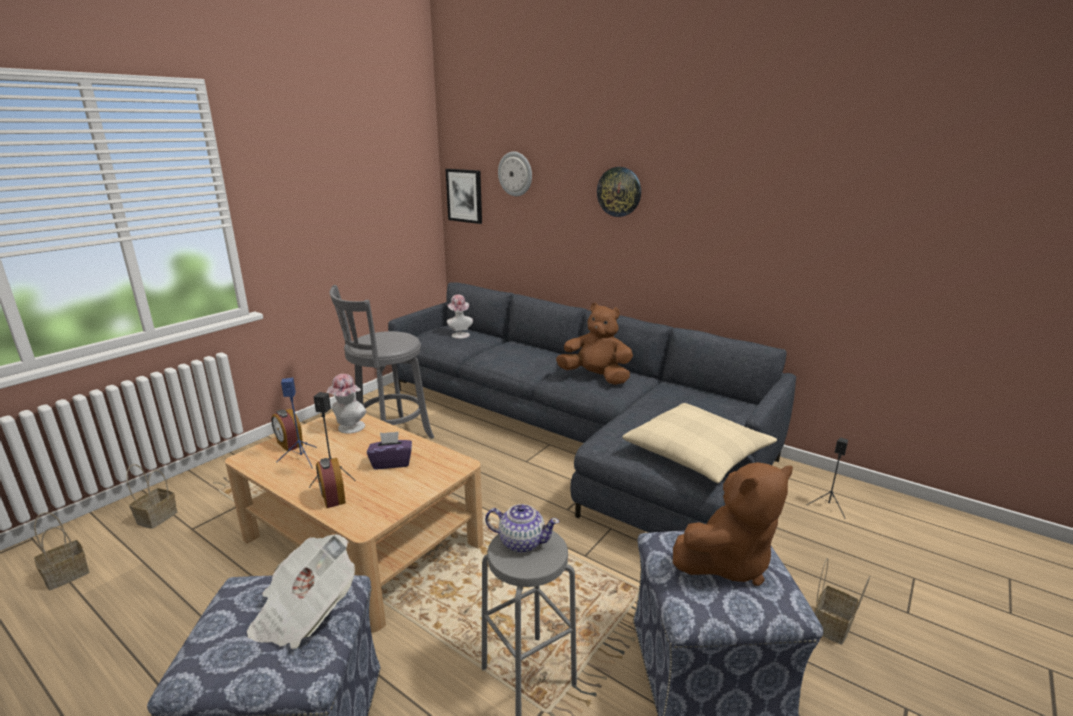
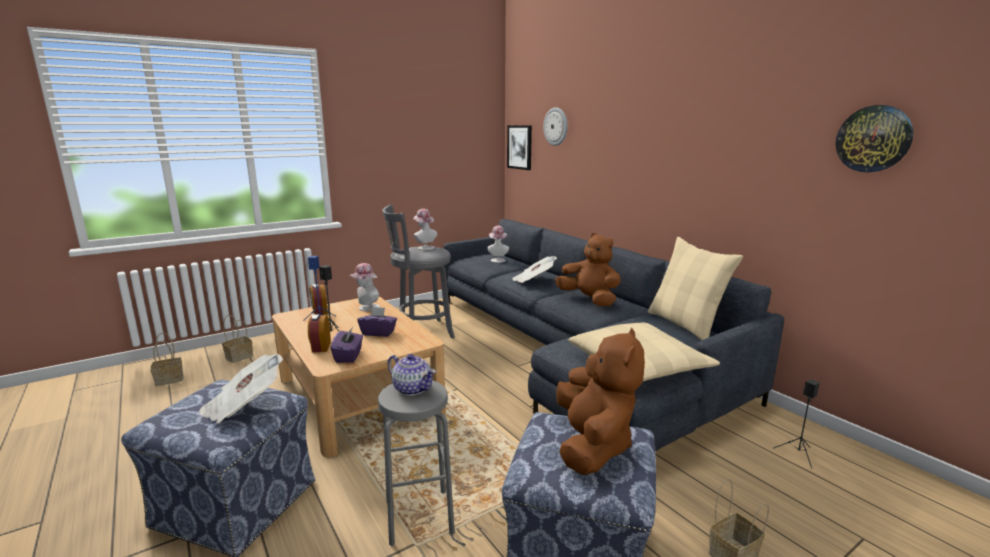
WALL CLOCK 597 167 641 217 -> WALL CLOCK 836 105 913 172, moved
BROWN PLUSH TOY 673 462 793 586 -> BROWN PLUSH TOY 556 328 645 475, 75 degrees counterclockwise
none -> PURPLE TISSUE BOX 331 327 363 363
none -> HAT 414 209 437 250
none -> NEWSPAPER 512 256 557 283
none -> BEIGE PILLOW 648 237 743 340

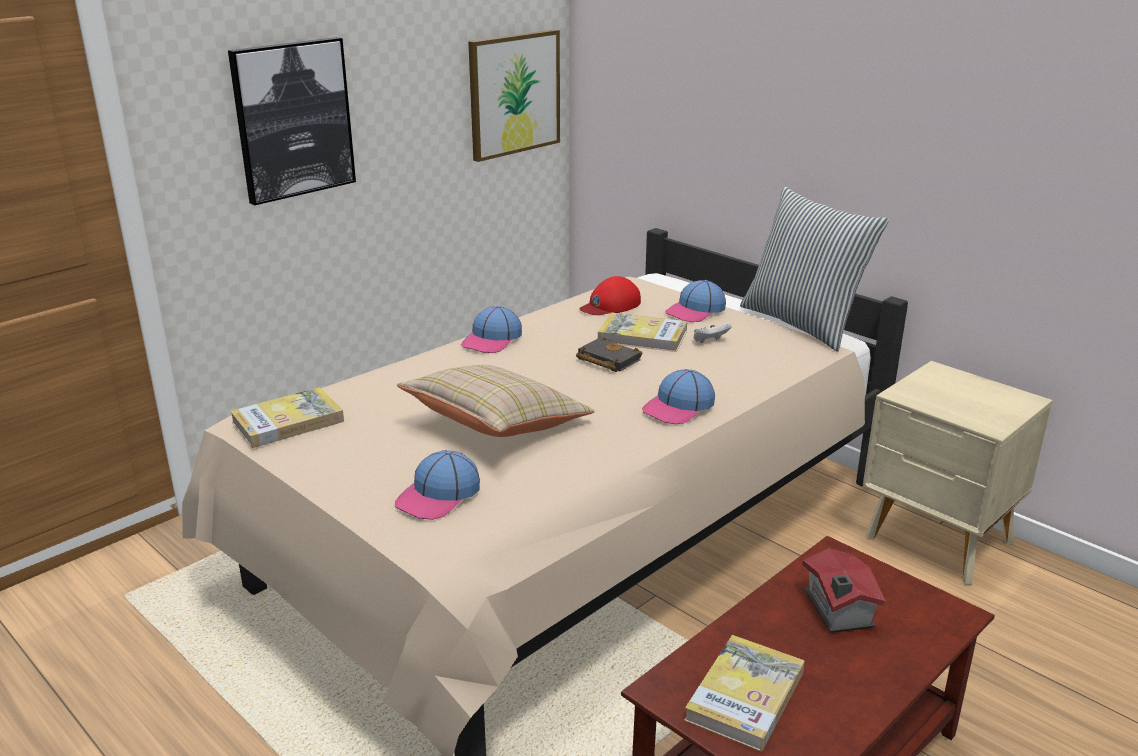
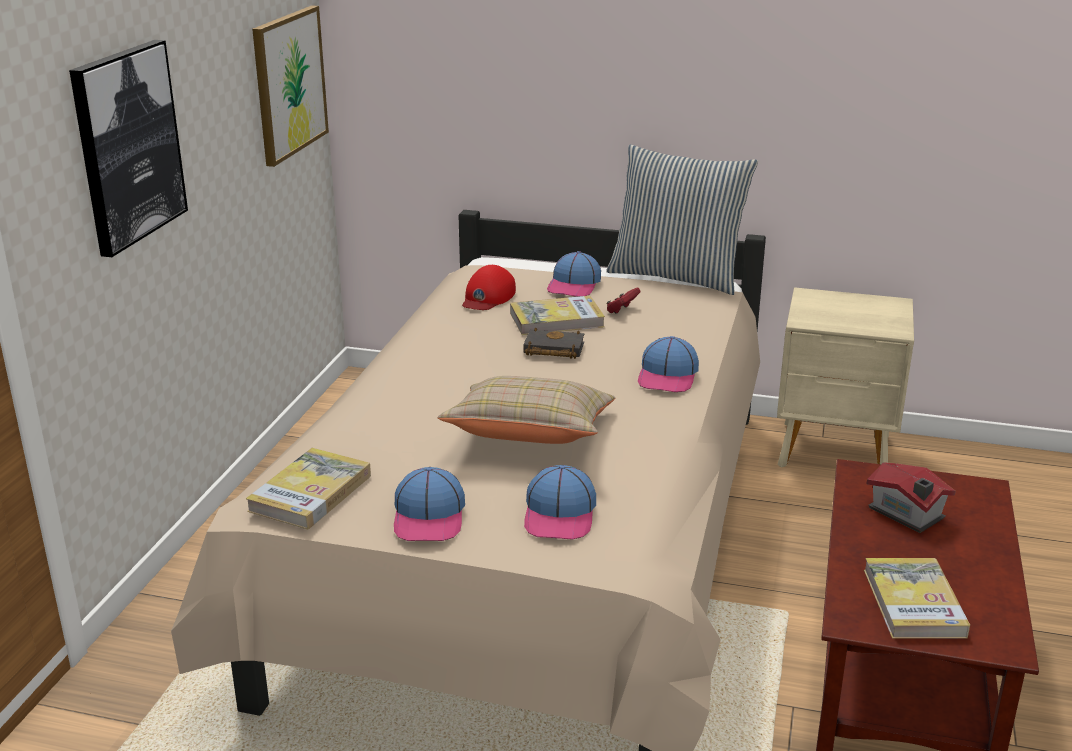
CAP 461 306 522 353 -> CAP 394 467 465 541, moved
WHITE GAME CONTROLLER 694 322 731 343 -> RED GAME CONTROLLER 607 287 640 314

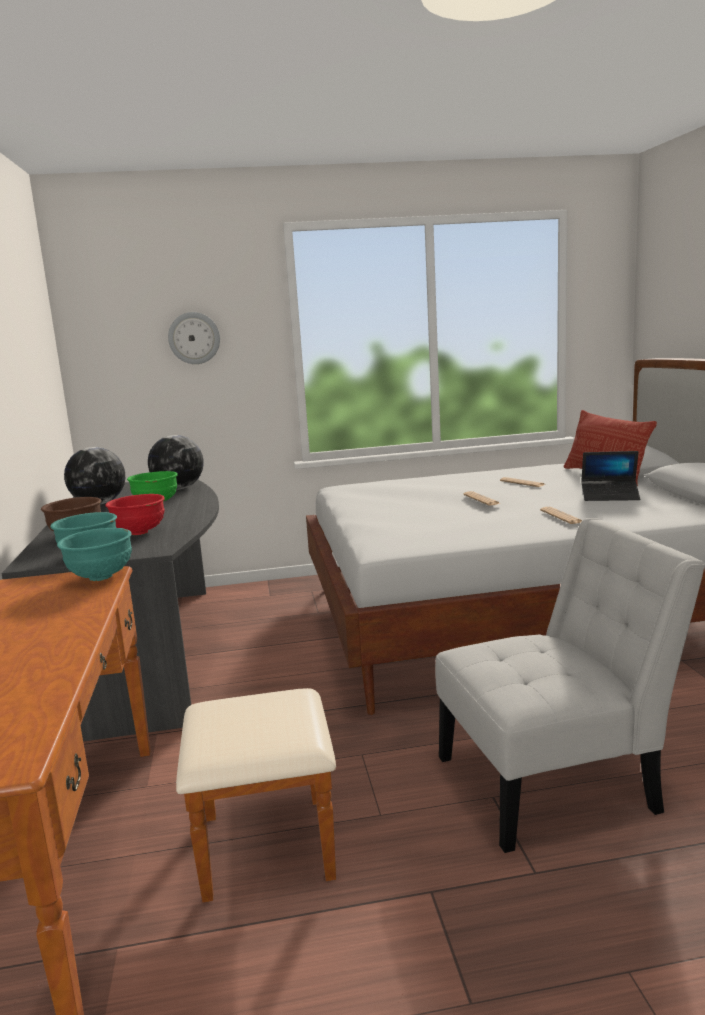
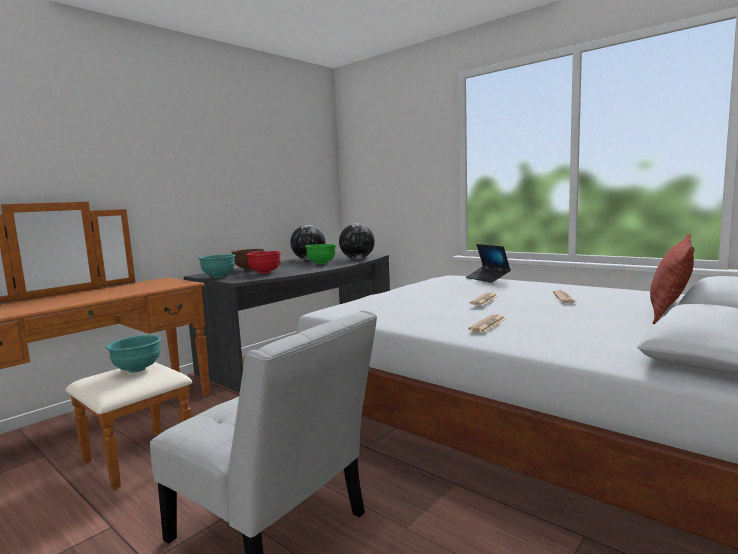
TURQUOISE BOWL 57 528 132 581 -> TURQUOISE BOWL 106 335 161 373, moved
WALL CLOCK 168 312 220 364 -> none
LAPTOP 581 451 640 501 -> LAPTOP 466 244 511 283, moved

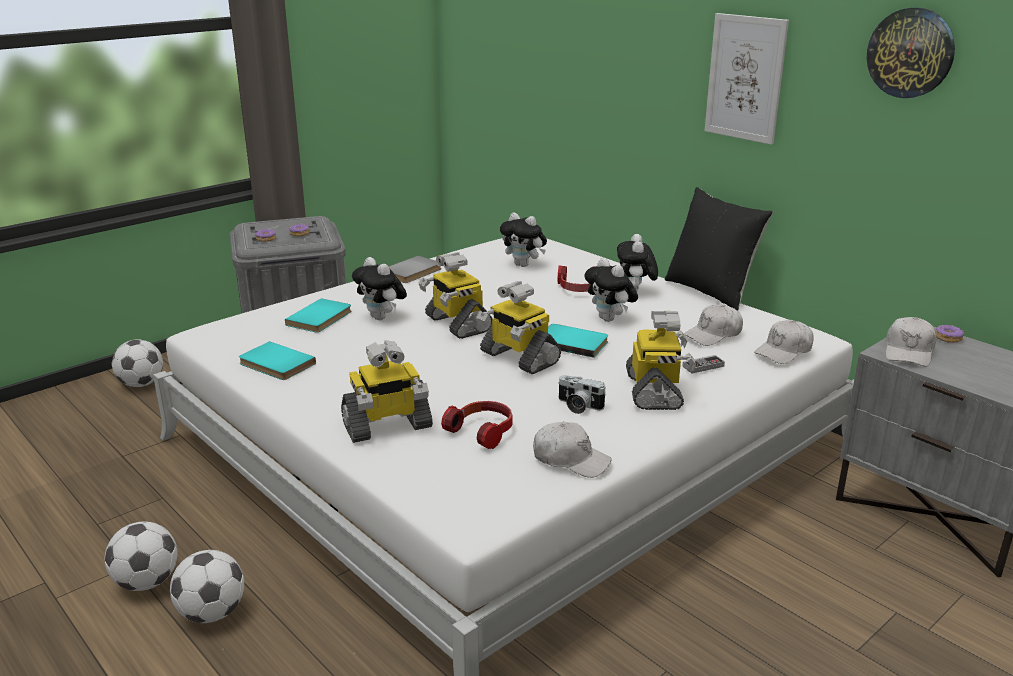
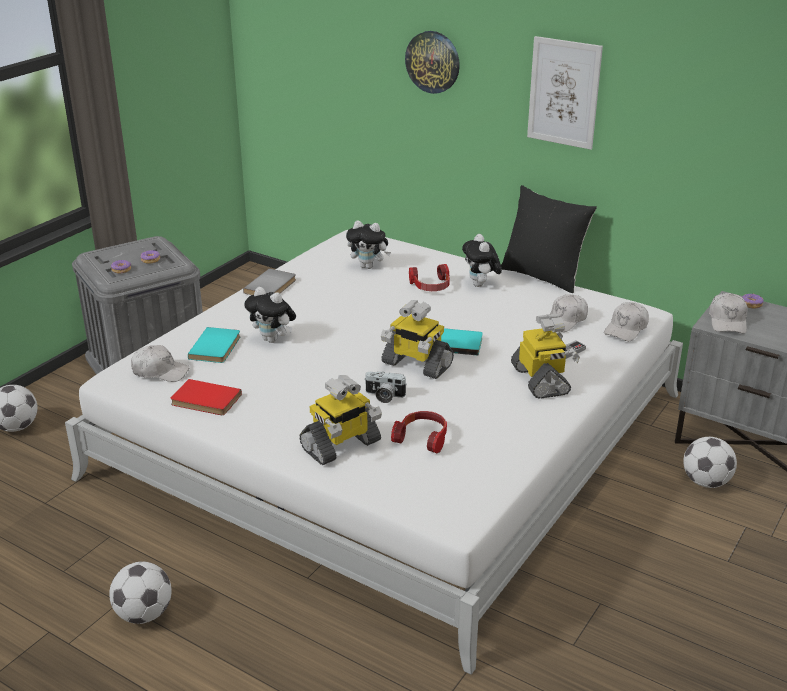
FOOTBALL 170 550 244 623 -> FOOTBALL 683 437 737 488, moved
TURQUOISE BOOK 239 341 316 380 -> RED BOOK 171 379 242 415
TOY ROBOT 418 253 493 339 -> none
WHITE CAP 533 422 612 478 -> WHITE CAP 131 345 190 382, moved
PHOTO CAMERA 558 375 606 414 -> PHOTO CAMERA 364 372 406 403, moved
PLUSH TOY 584 258 638 322 -> none
WALL CLOCK 867 7 955 98 -> WALL CLOCK 405 31 460 94, moved

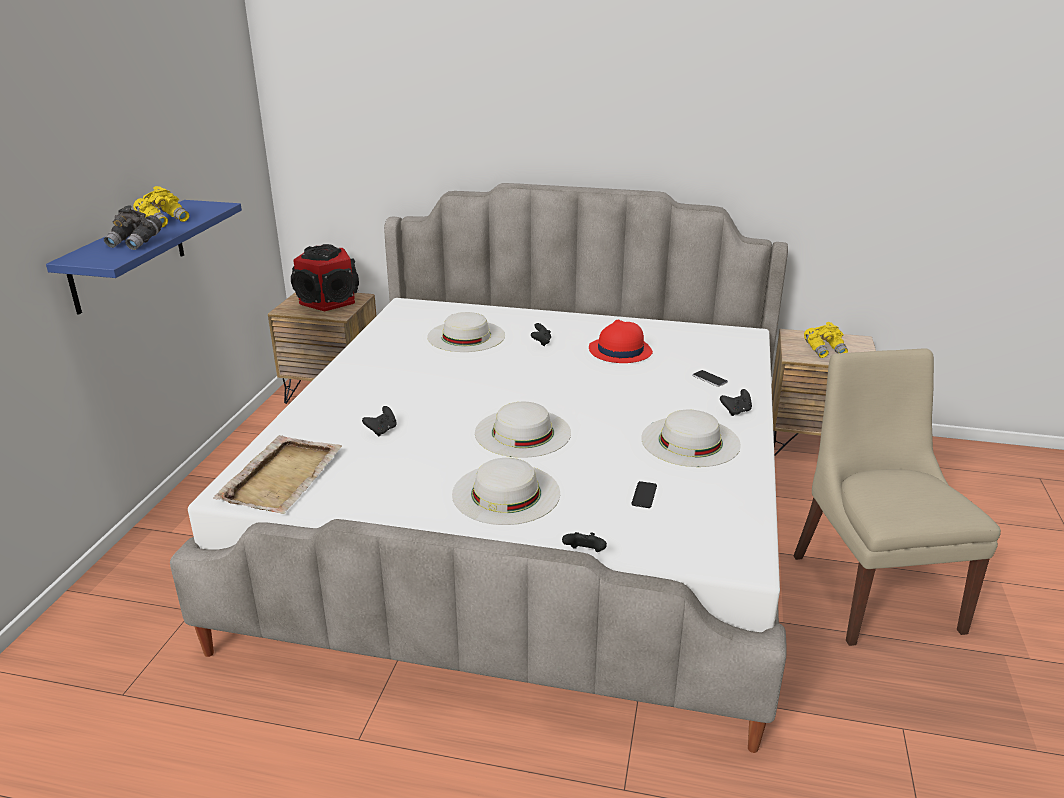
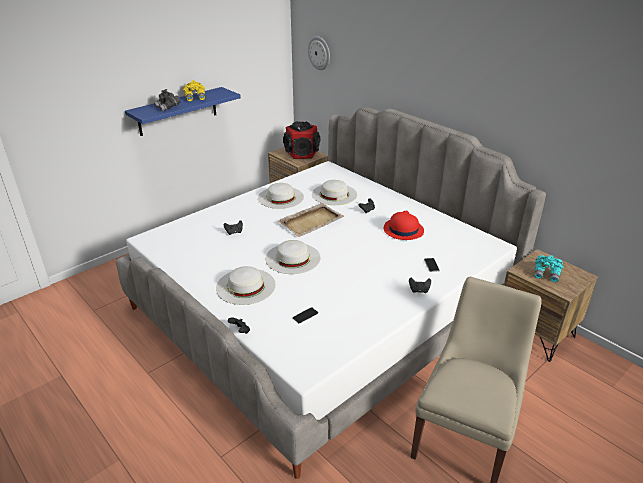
BEIGE TRAY 213 435 342 514 -> BEIGE TRAY 278 203 344 237, moved
WHITE HAT 641 410 741 467 -> WHITE HAT 258 183 304 209, moved
YELLOW BINOCULARS 804 322 848 358 -> TURQUOISE BINOCULARS 535 255 564 282
none -> WALL CLOCK 308 36 330 70

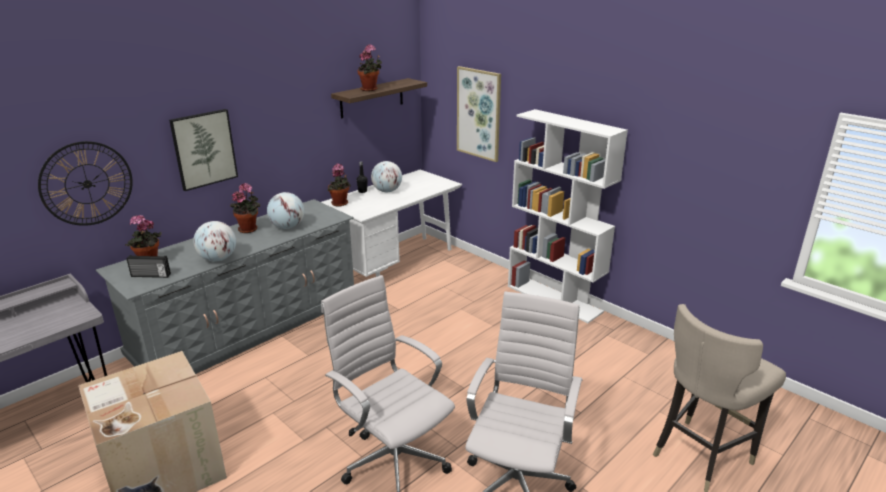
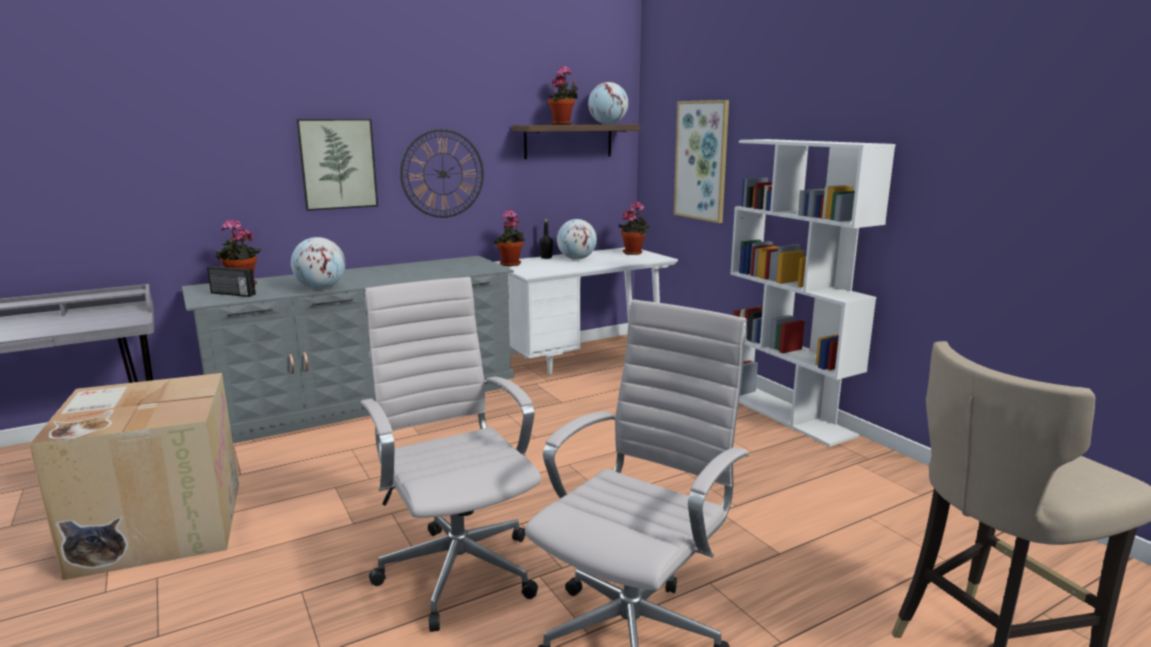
WALL CLOCK 38 141 133 226 -> WALL CLOCK 400 129 484 218, moved
POTTED PLANT 230 183 260 233 -> POTTED PLANT 618 201 649 255, moved
GLOBE 267 192 304 229 -> GLOBE 588 82 628 124, moved

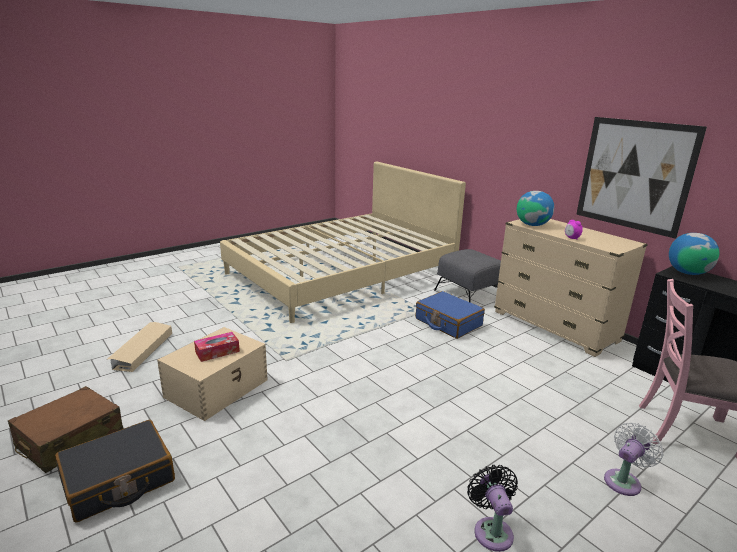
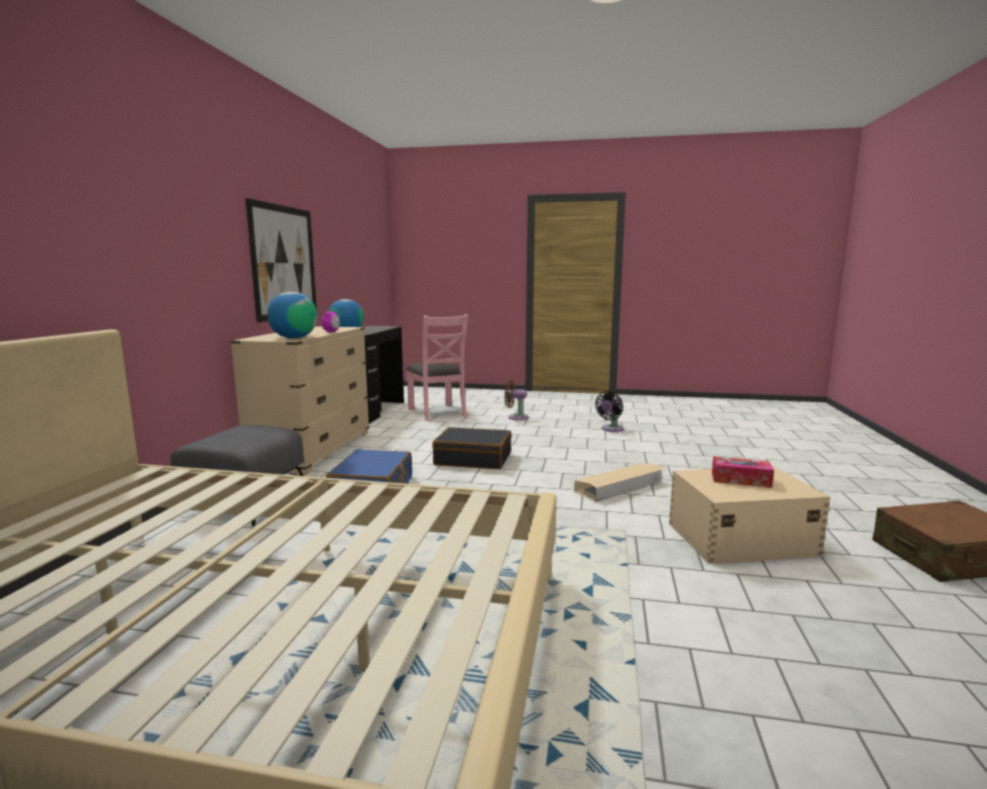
BLACK SUITCASE 55 420 175 522 -> BLACK SUITCASE 432 427 511 469, moved
BEIGE STORAGE BOX 108 322 172 372 -> BEIGE STORAGE BOX 574 463 664 502, moved
WHITE FAN 604 422 664 496 -> BROWN FAN 504 380 529 420

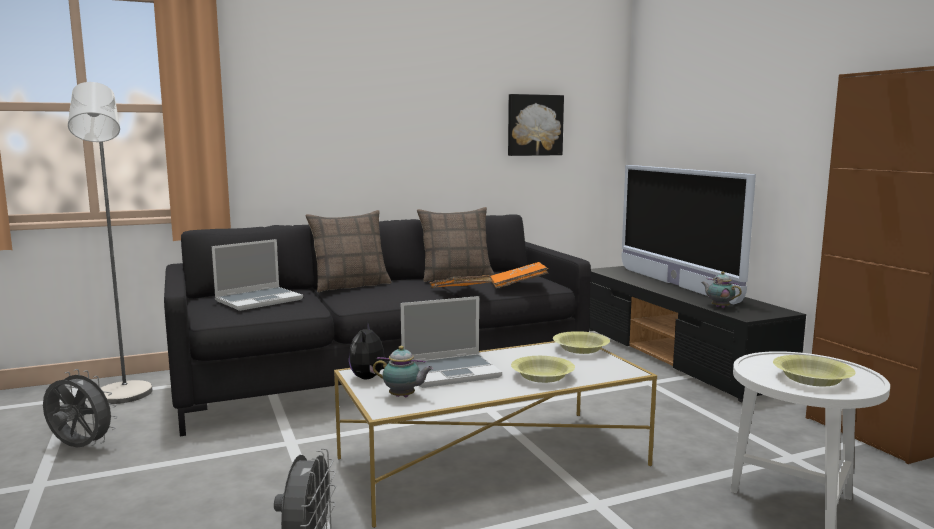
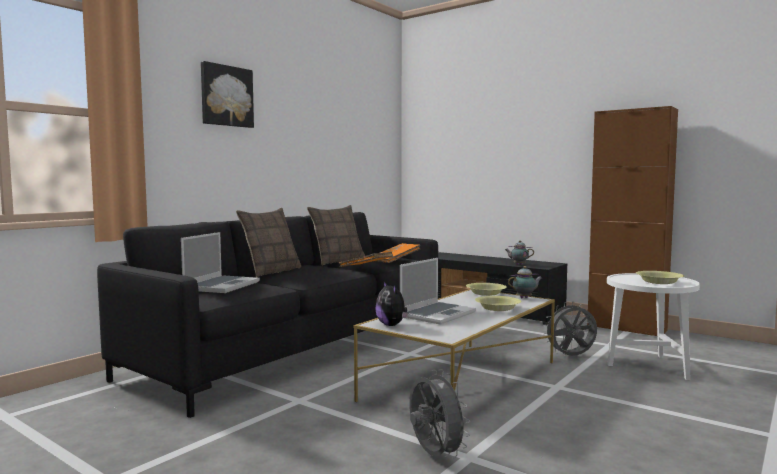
GREY FAN 43 369 118 448 -> GREY FAN 543 302 597 356, moved
GREY FLOOR LAMP 68 82 153 404 -> none
TEAPOT 373 346 433 398 -> TEAPOT 508 266 542 298, moved
PICTURE 508 94 564 156 -> PICTURE 201 61 254 128, moved
TELEVISION 622 165 756 304 -> none

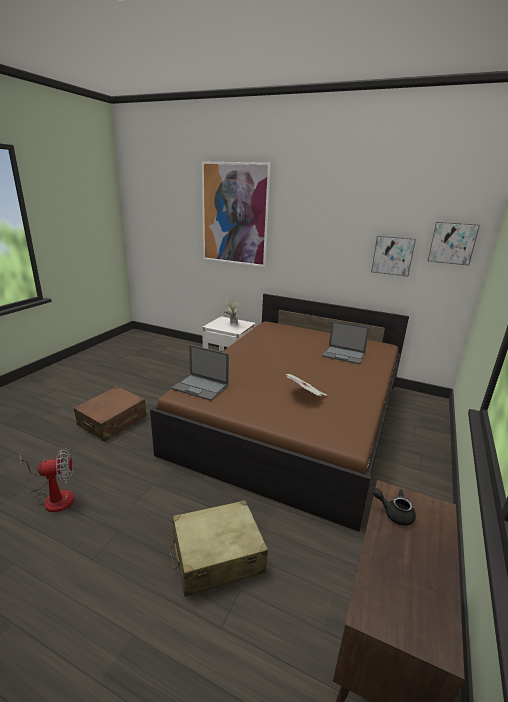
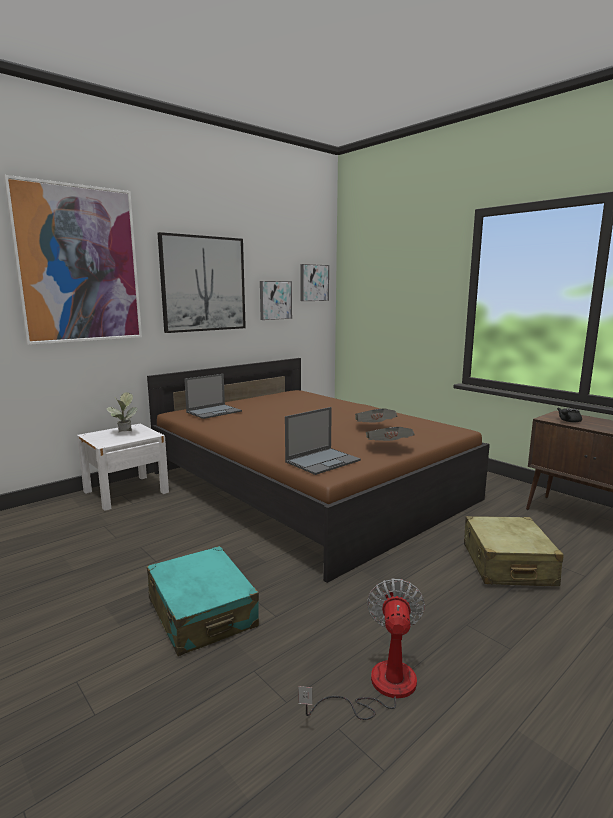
BROWN SUITCASE 74 386 147 441 -> TURQUOISE SUITCASE 147 546 259 656
LAPTOP 322 321 369 364 -> LAPTOP 184 374 242 419, moved
none -> PICTURE 158 232 246 333
none -> NEWSPAPER 366 427 415 441

